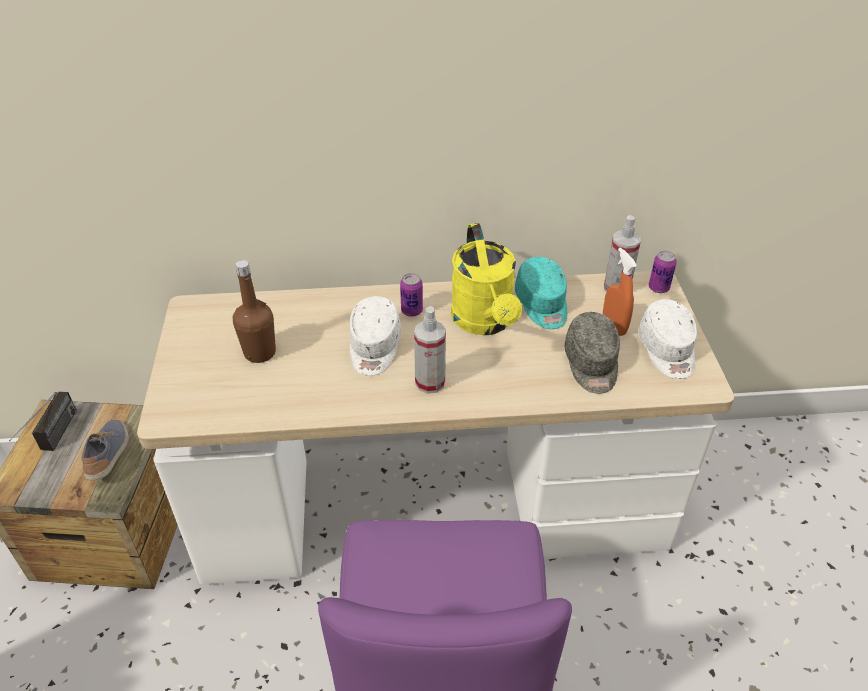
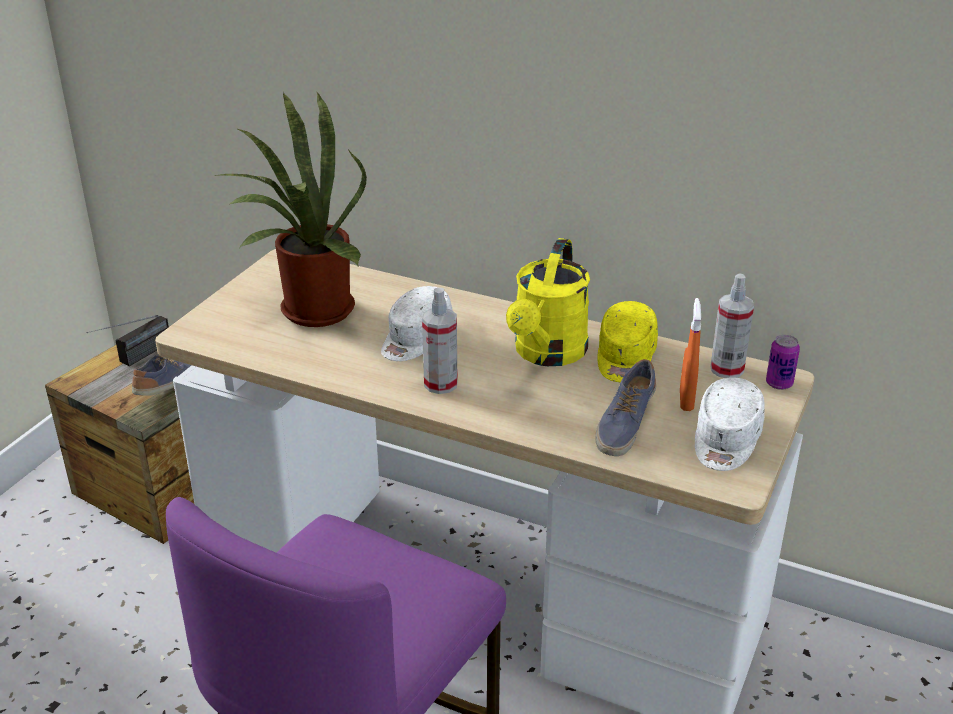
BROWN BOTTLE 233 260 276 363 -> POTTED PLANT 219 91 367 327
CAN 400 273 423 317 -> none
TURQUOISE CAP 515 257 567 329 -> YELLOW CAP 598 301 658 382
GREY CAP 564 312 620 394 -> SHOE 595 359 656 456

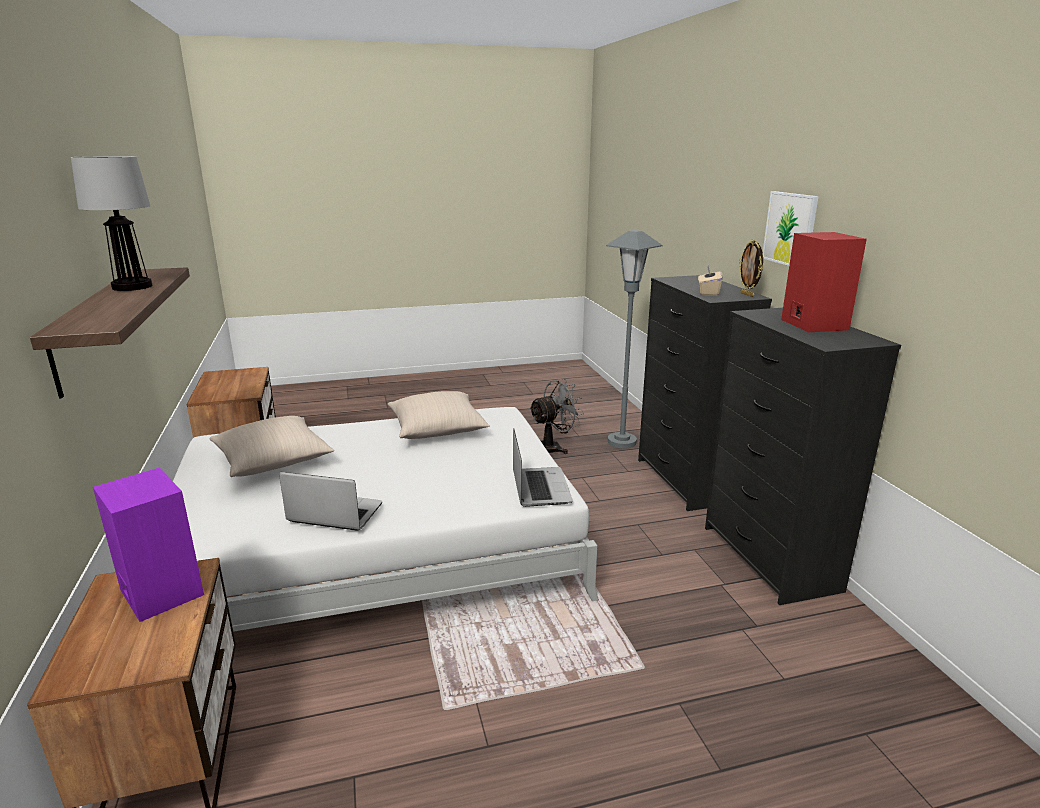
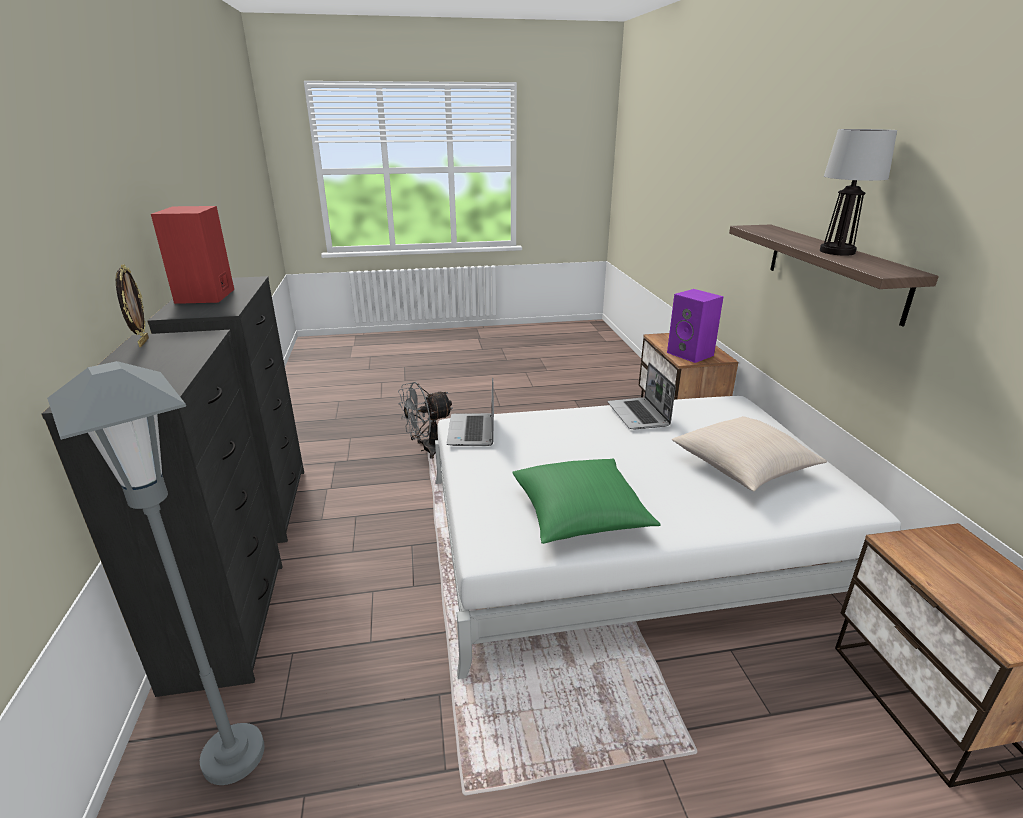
LAPTOP 279 472 382 531 -> LAPTOP 608 362 676 430, 60 degrees clockwise
BEIGE PILLOW 388 391 490 439 -> GREEN PILLOW 512 459 661 544
GREY FAN 529 379 584 454 -> GREY FAN 398 382 453 459, moved
BEIGE TISSUE BOX 698 266 723 296 -> none
PICTURE 763 191 819 266 -> none

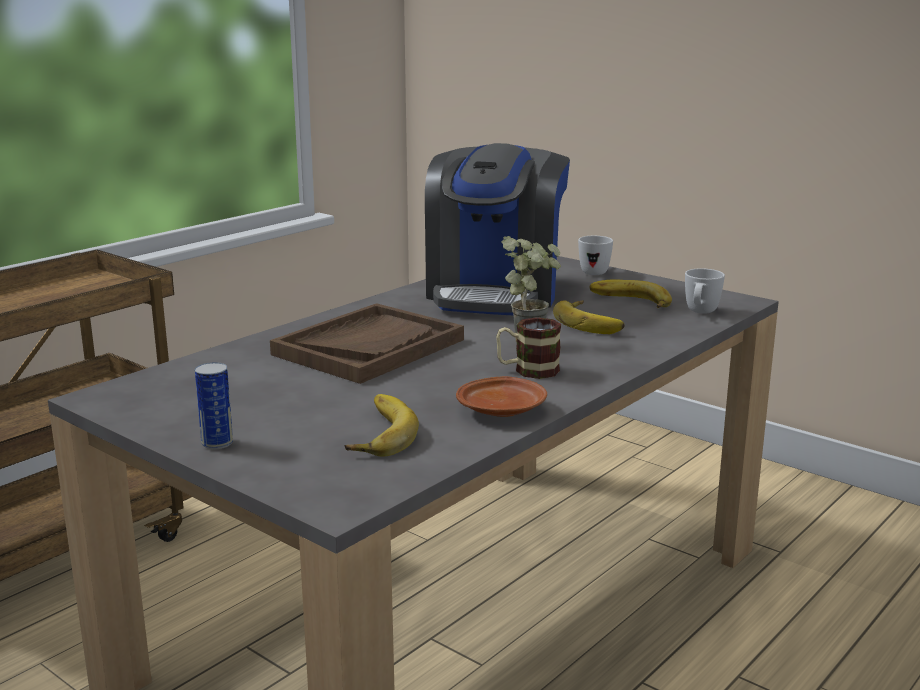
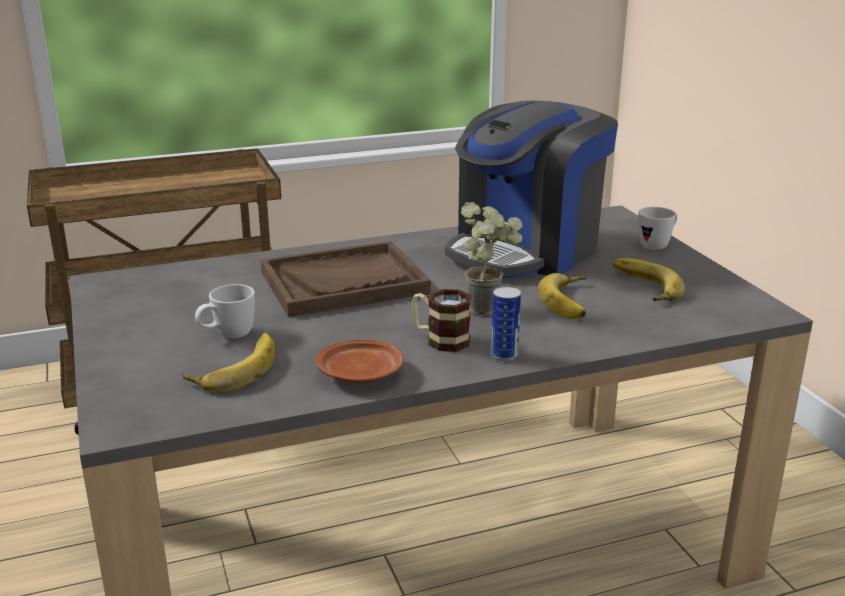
CAN 195 362 233 449 -> CAN 491 286 521 362, moved
WHITE MUG 685 268 725 314 -> WHITE MUG 195 284 255 338, moved

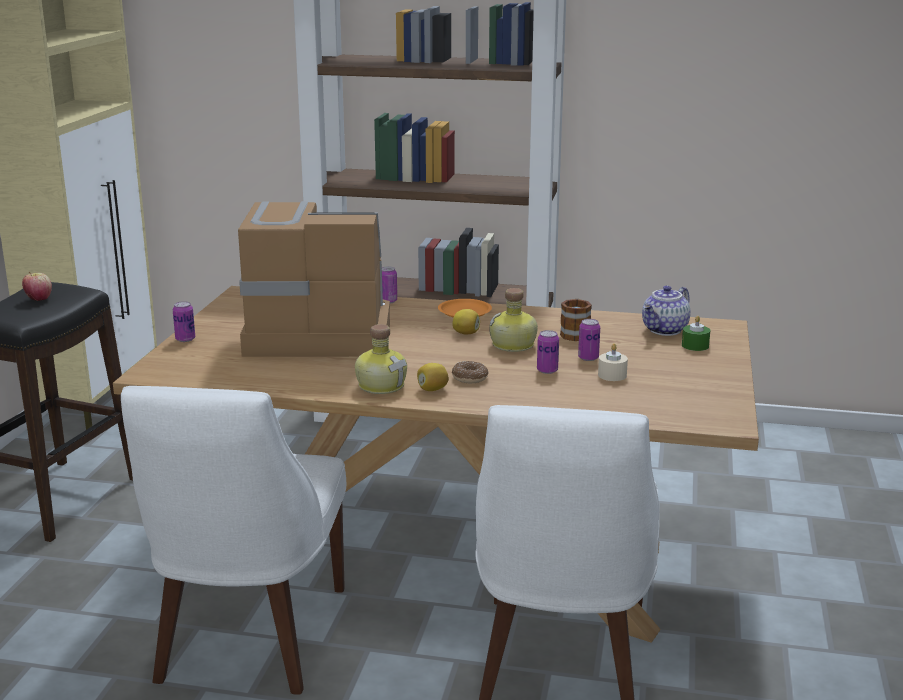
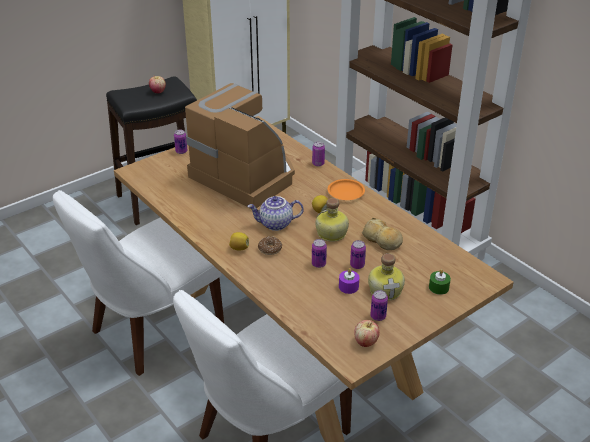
BOTTLE 355 324 407 394 -> BOTTLE 368 253 405 301, moved
MUG 560 298 592 341 -> BREAD 362 218 403 250
BEIGE CANDLE 598 343 628 381 -> PURPLE CANDLE 339 268 359 294
TEAPOT 642 285 690 336 -> TEAPOT 247 196 304 231, moved
none -> APPLE 354 320 380 347
none -> CAN 370 290 388 321

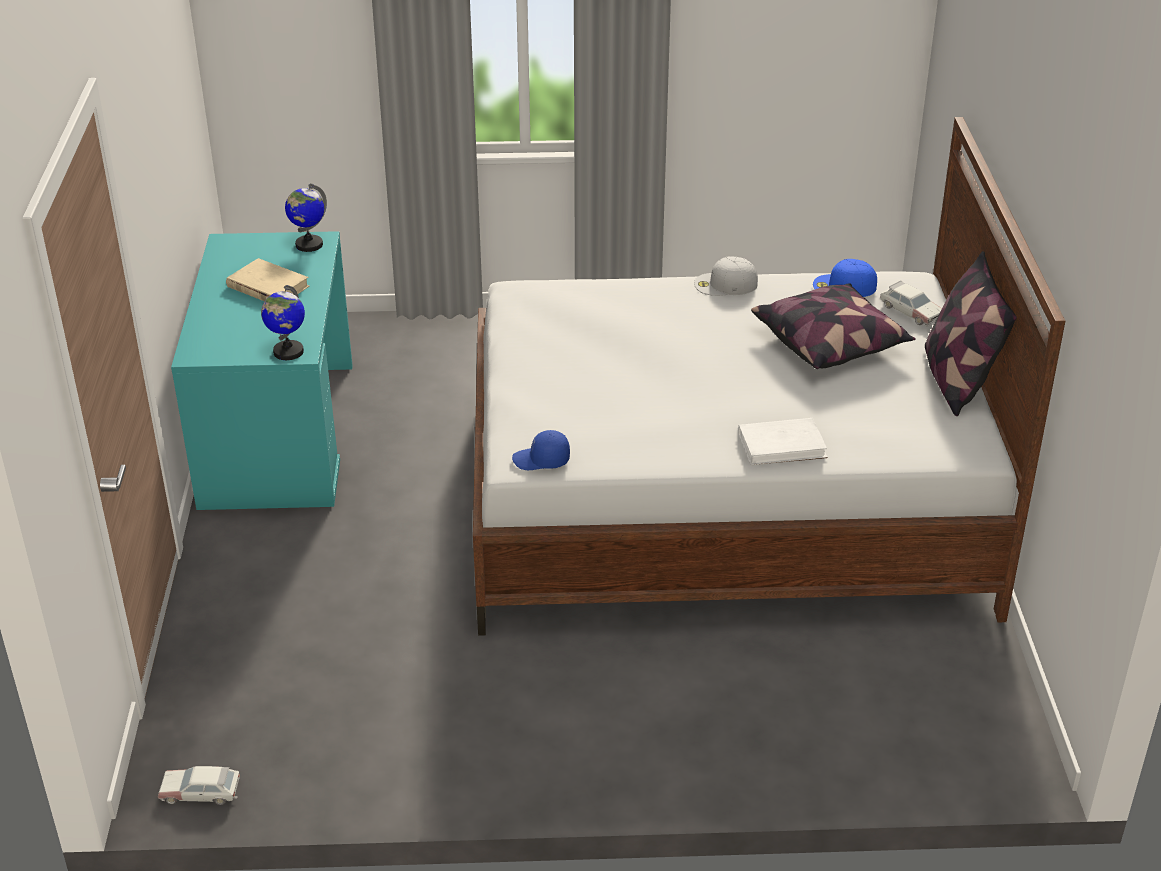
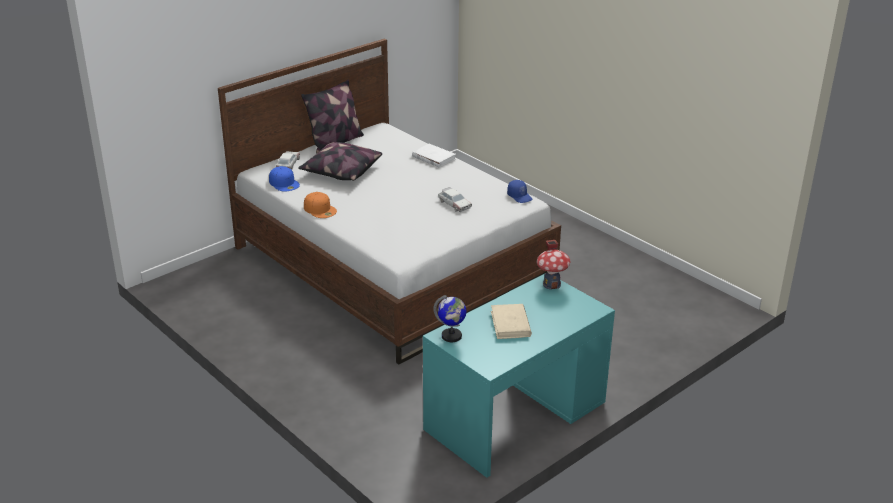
TOY CAR 158 766 240 805 -> TOY CAR 438 187 472 212, moved
GLOBE 261 285 305 360 -> TOY HOUSE 537 240 570 290
WHITE CAP 694 256 758 296 -> ORANGE CAP 304 192 337 218

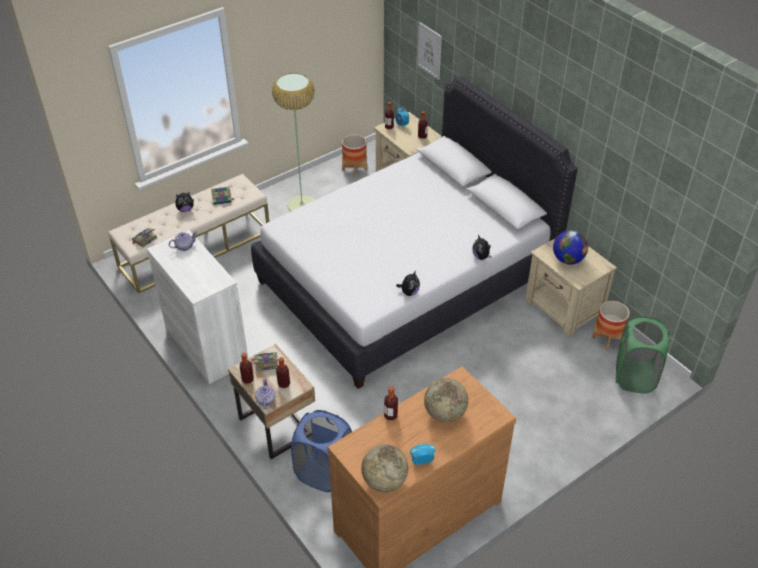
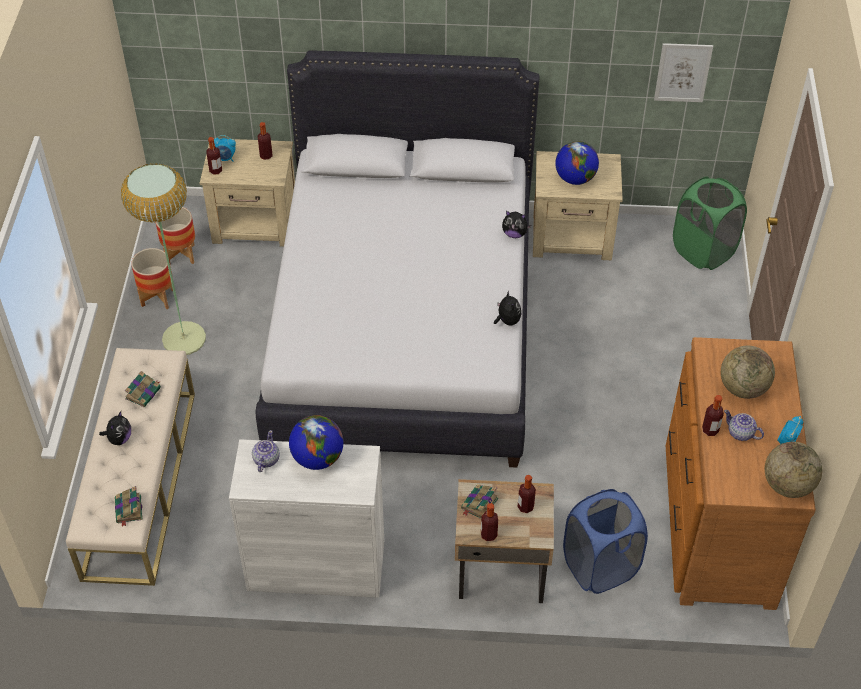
TEAPOT 255 378 276 409 -> TEAPOT 724 410 764 441, moved
PICTURE 418 22 442 80 -> PICTURE 654 43 713 102, moved
PLANTER 592 301 630 351 -> PLANTER 131 248 173 309, moved
none -> GLOBE 289 415 343 470

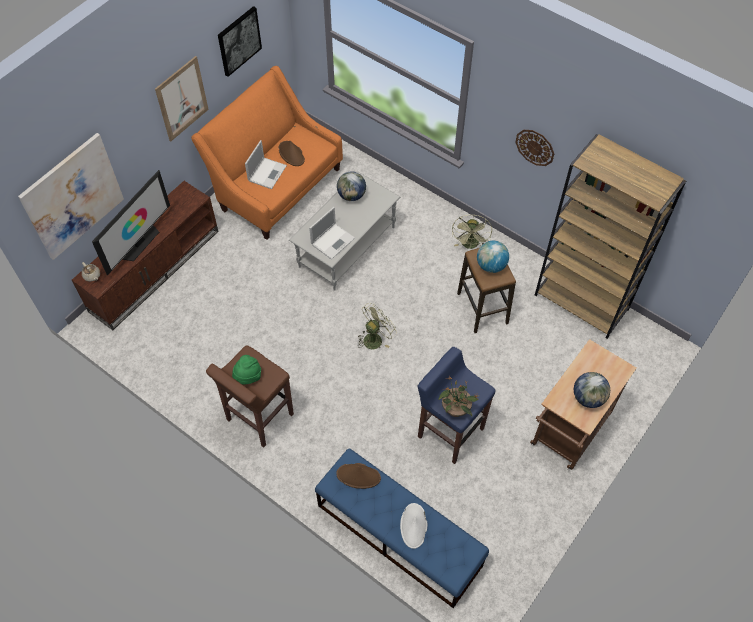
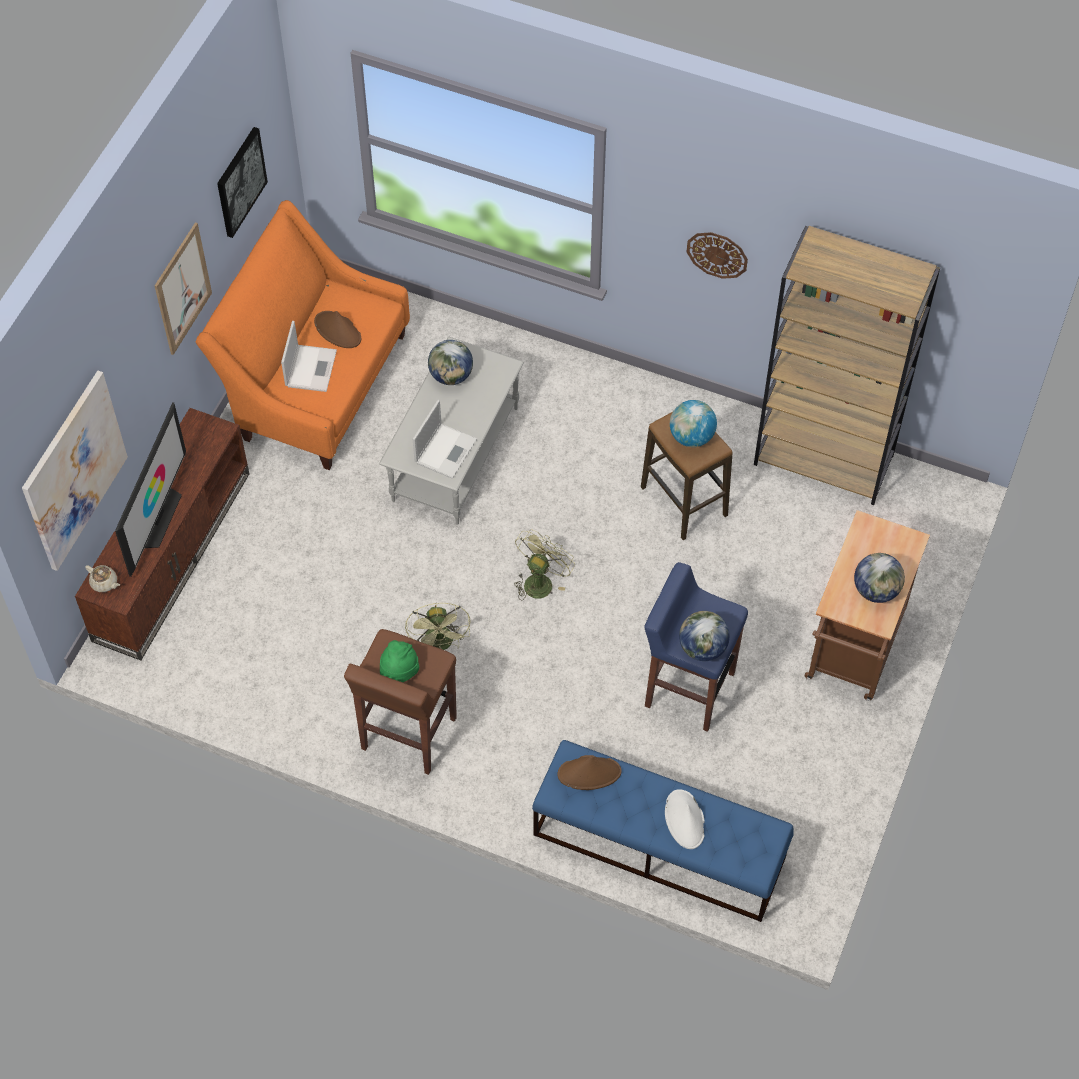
POTTED PLANT 439 376 479 417 -> GLOBE 679 611 730 661
GREEN FAN 452 215 492 249 -> GREEN FAN 405 603 471 650, moved

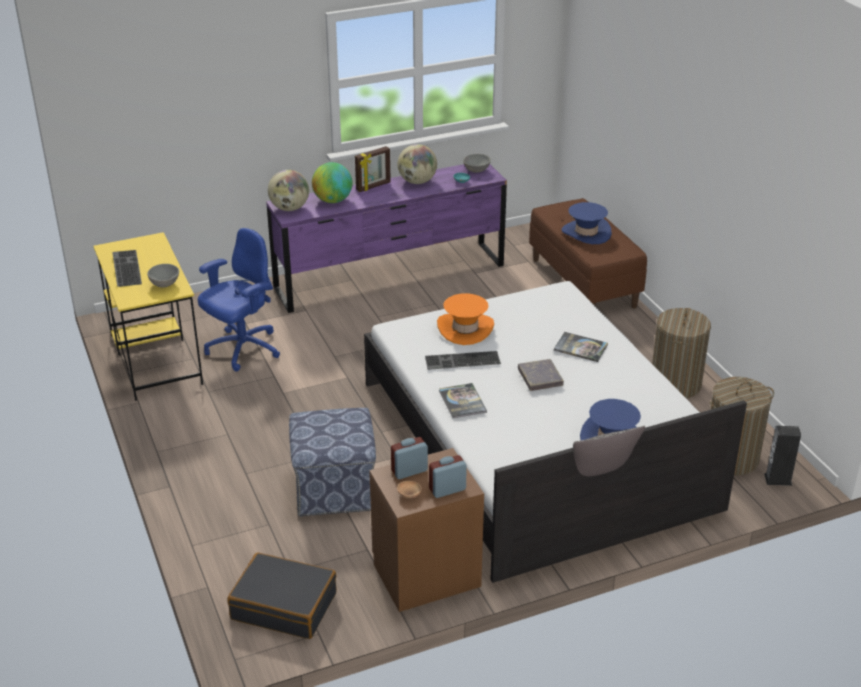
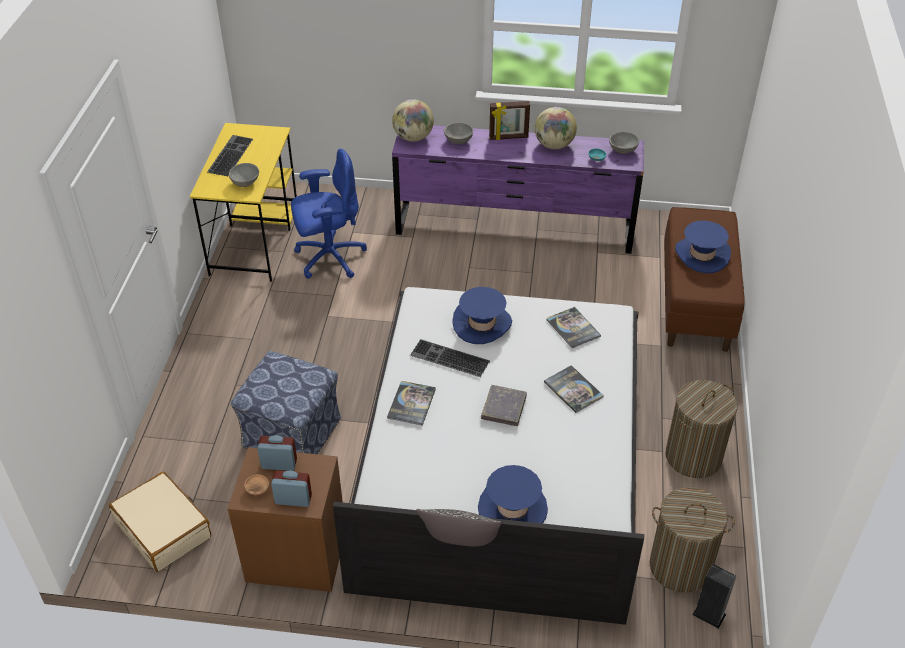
BLACK SUITCASE 227 553 336 639 -> BEIGE SUITCASE 109 472 211 572
GLOBE 312 162 353 203 -> GREY BOWL 444 122 473 144
ORANGE HAT 437 293 494 345 -> BLUE HAT 452 287 512 344
none -> BOOK 547 307 601 348

